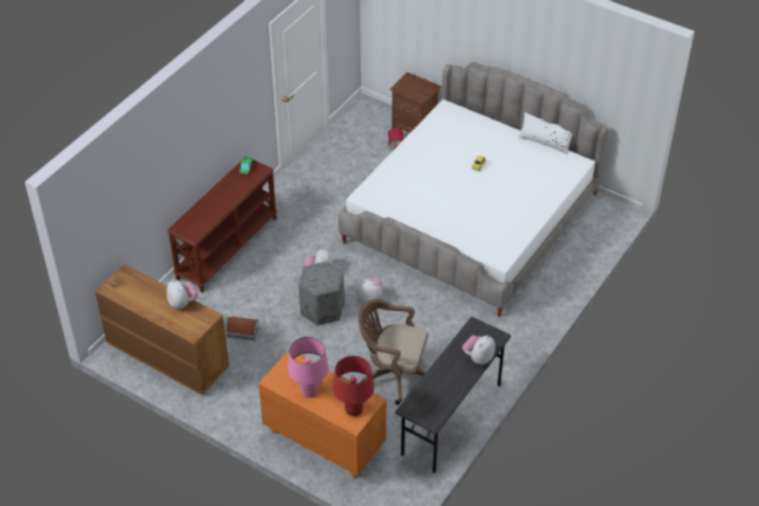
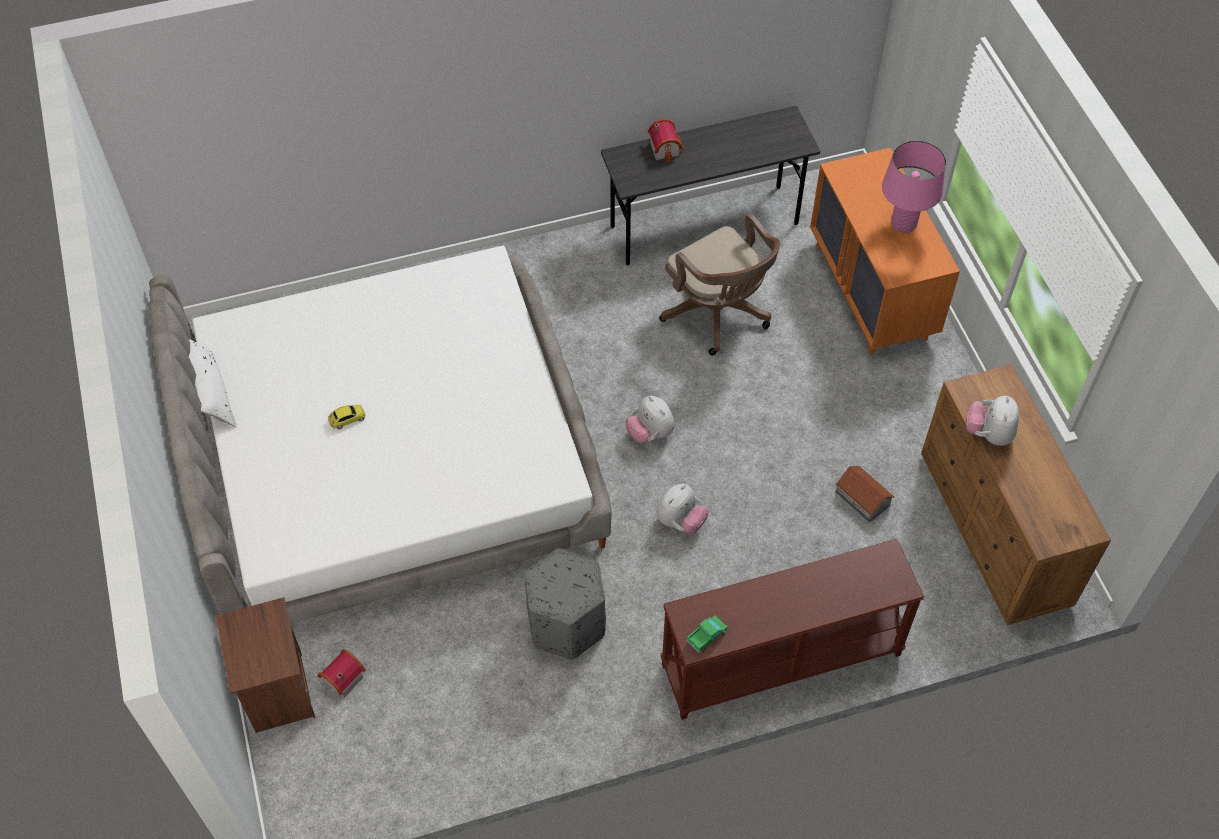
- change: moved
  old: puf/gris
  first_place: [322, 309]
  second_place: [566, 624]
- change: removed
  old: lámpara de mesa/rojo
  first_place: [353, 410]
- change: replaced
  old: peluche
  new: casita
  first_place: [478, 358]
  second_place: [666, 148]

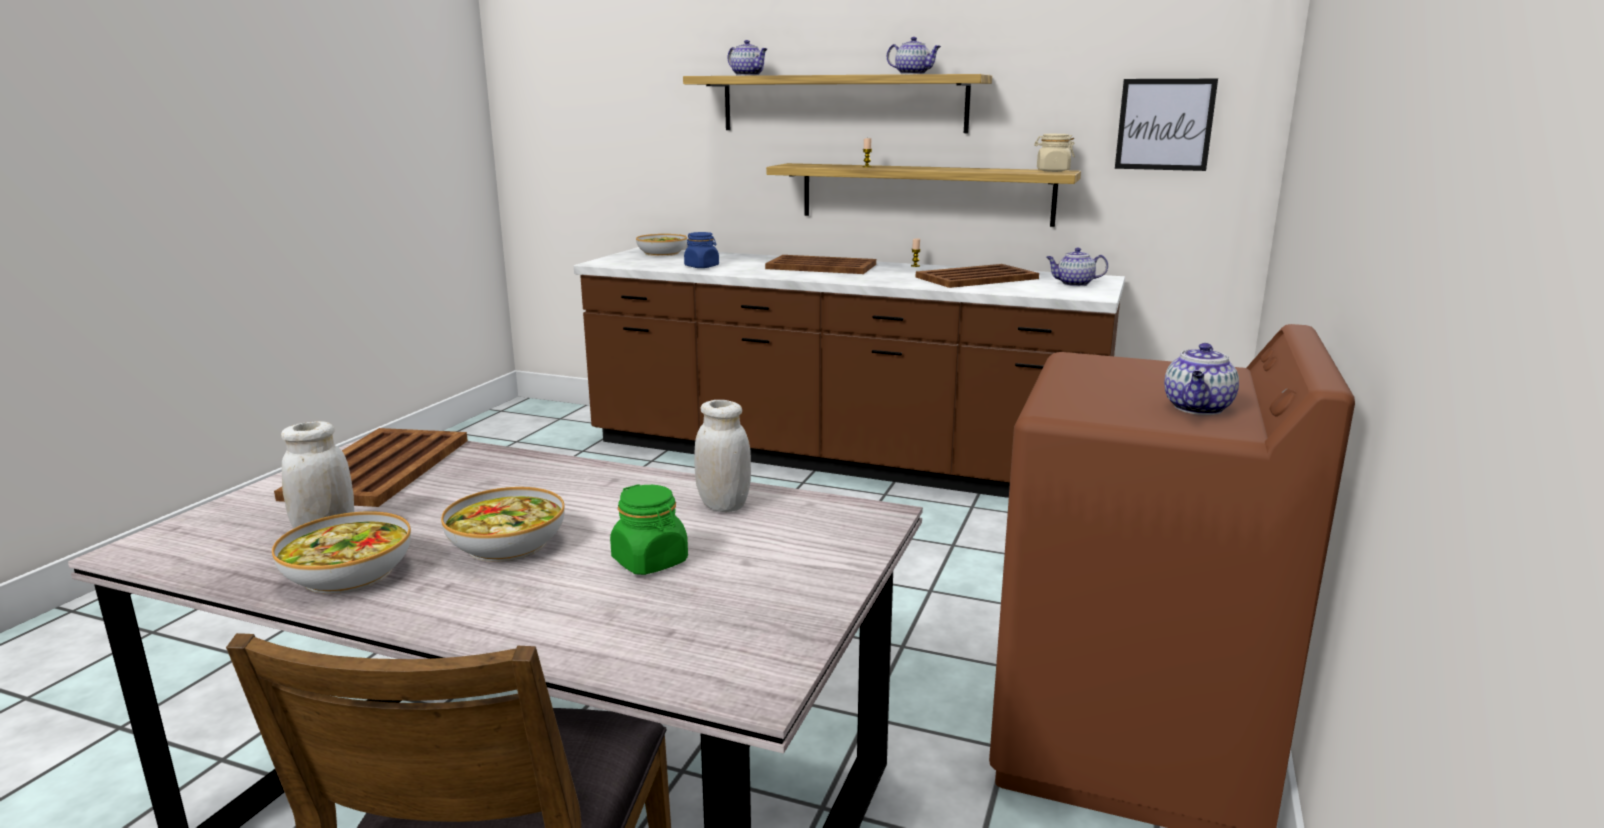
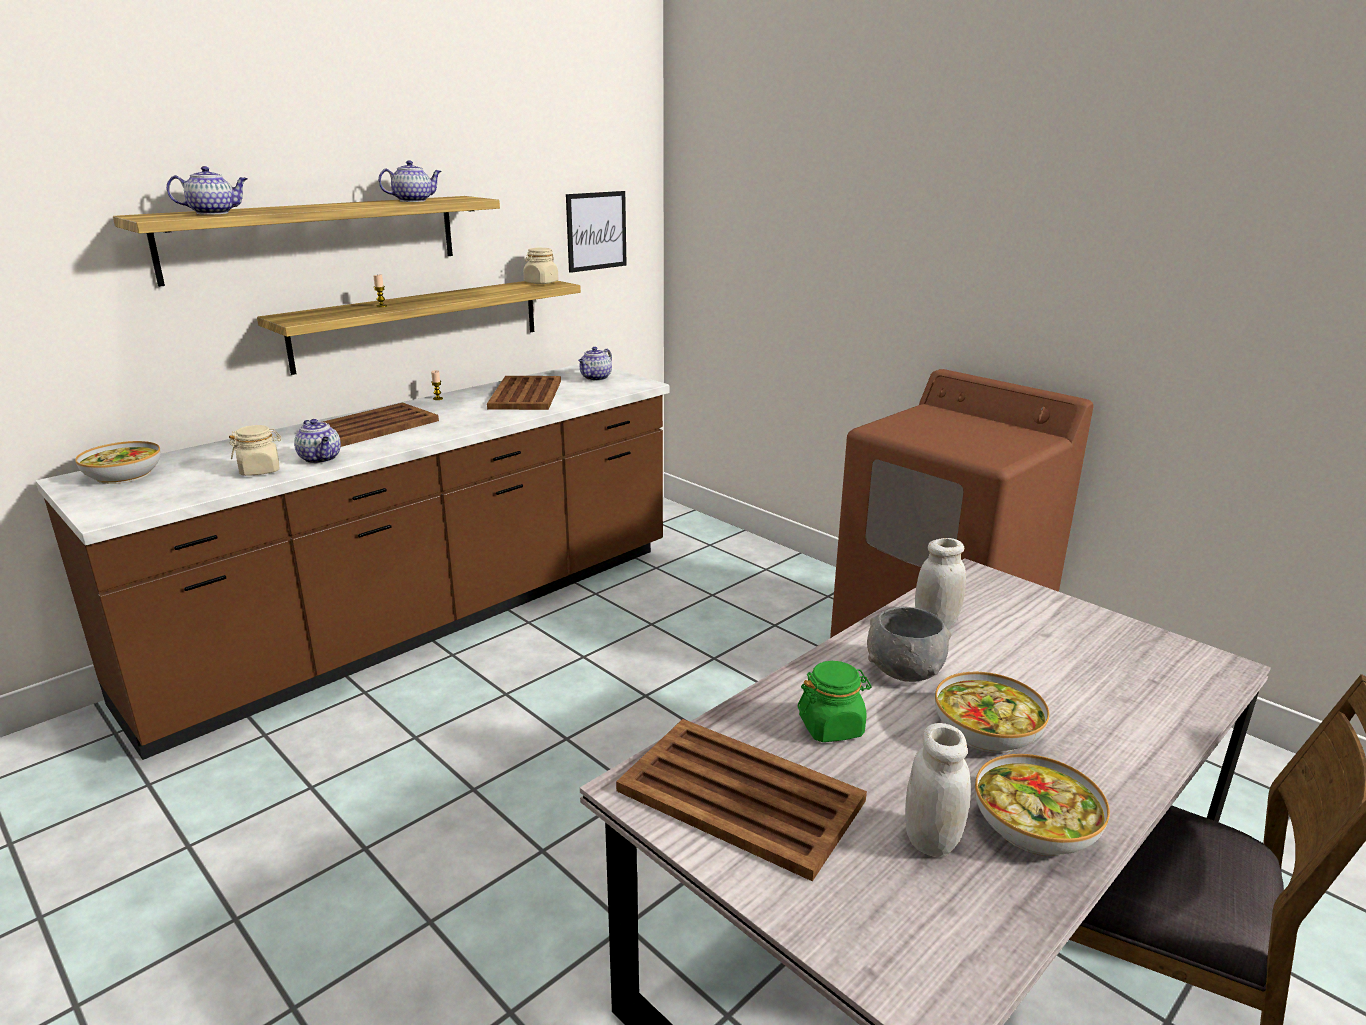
- change: moved
  old: tarro/verde
  first_place: [650, 561]
  second_place: [831, 727]
- change: recoloured
  old: tarro/azul
  new: tarro/beis
  first_place: [702, 266]
  second_place: [260, 470]
- change: moved
  old: tetera
  first_place: [1198, 408]
  second_place: [321, 459]
- change: added
  new: cuenco/gris
  second_place: [903, 670]

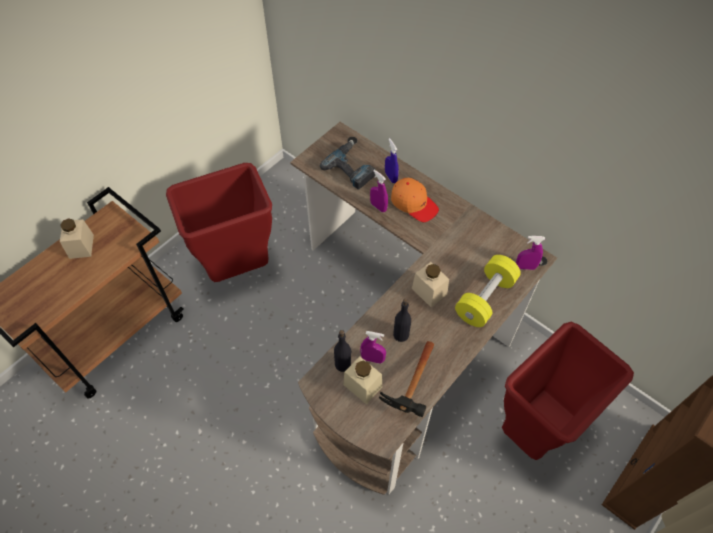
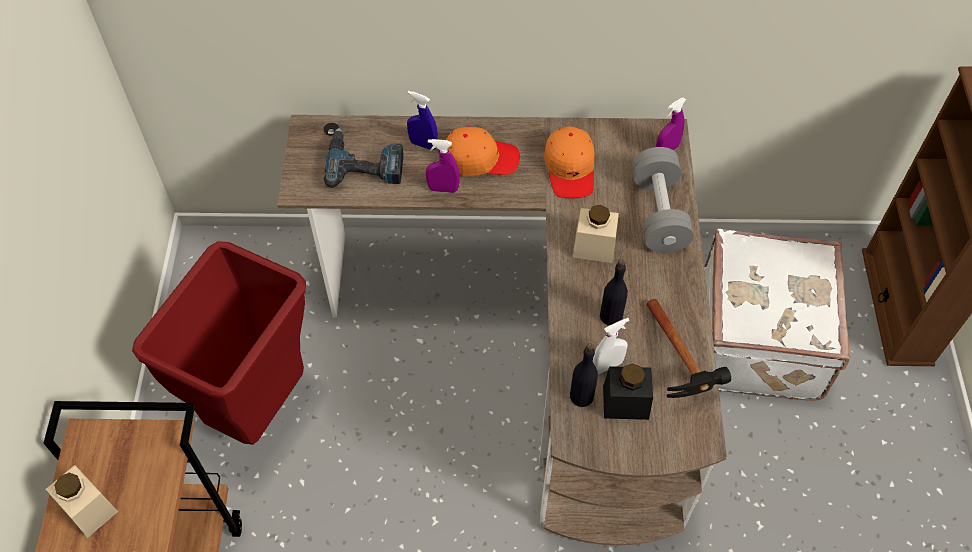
- change: recoloured
  old: tarro/beis
  new: tarro/negro
  first_place: [362, 386]
  second_place: [625, 403]
- change: recoloured
  old: pulverizador/morado
  new: pulverizador/blanco
  first_place: [372, 359]
  second_place: [607, 365]
- change: recoloured
  old: mancuerna/amarillo
  new: mancuerna/gris
  first_place: [485, 298]
  second_place: [658, 213]
- change: replaced
  old: papelera/rojo
  new: maleta/blanco
  first_place: [533, 429]
  second_place: [761, 339]
- change: added
  new: gorra/naranja
  second_place: [570, 169]

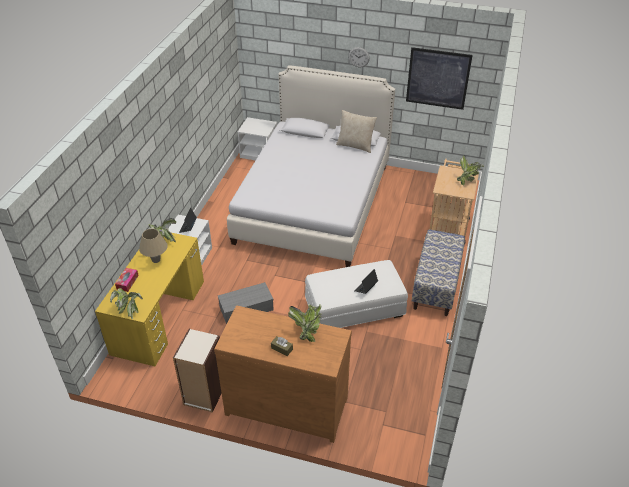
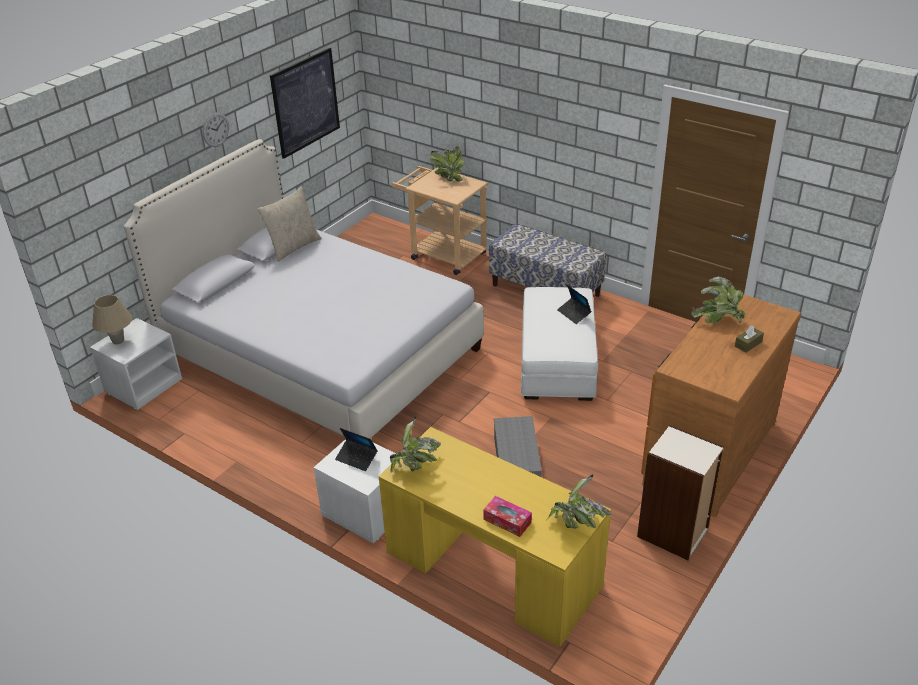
- change: moved
  old: lámpara de mesa/beis
  first_place: [156, 260]
  second_place: [118, 341]

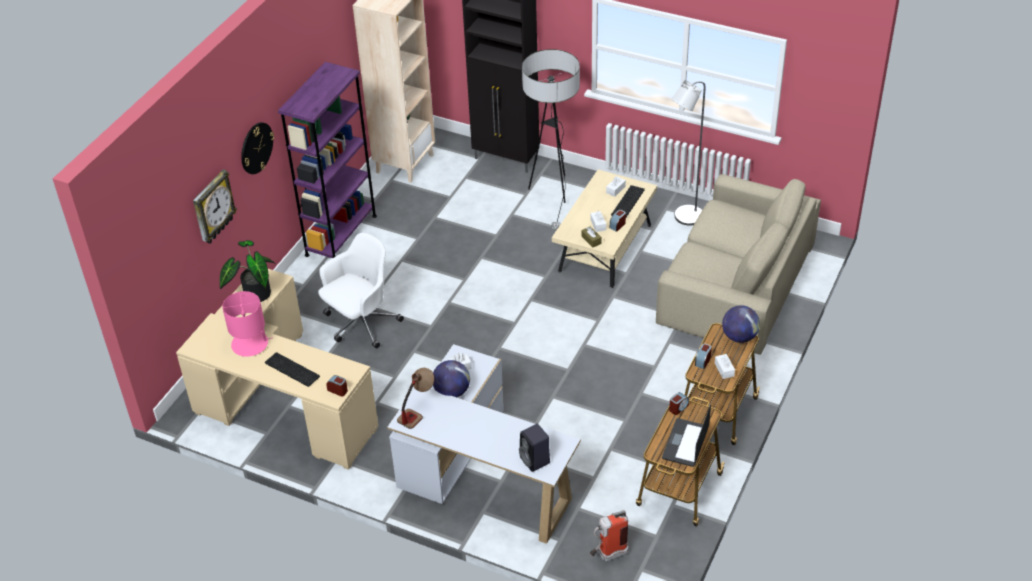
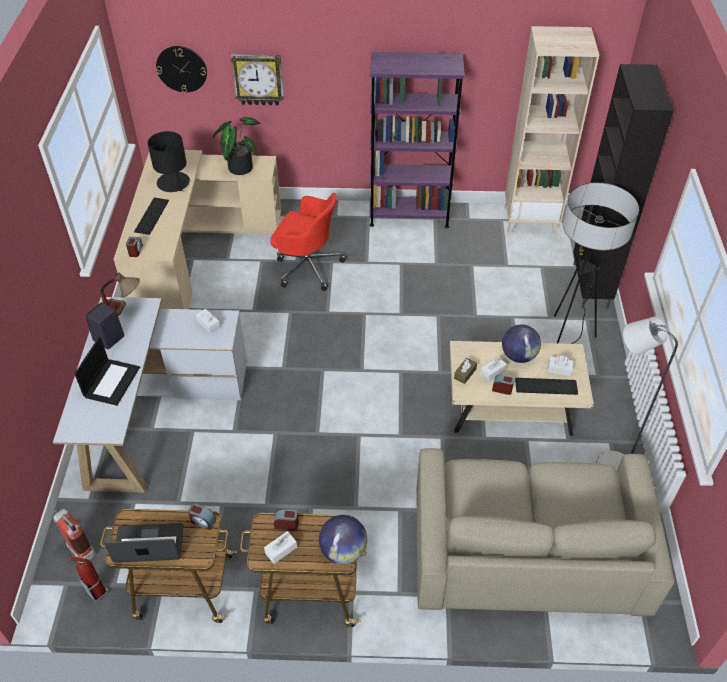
- change: recoloured
  old: lámpara de mesa/rosa
  new: lámpara de mesa/negro
  first_place: [250, 344]
  second_place: [173, 183]
- change: moved
  old: reloj de pared
  first_place: [256, 148]
  second_place: [181, 69]
- change: recoloured
  old: silla de oficina/blanco
  new: silla de oficina/rojo
  first_place: [361, 324]
  second_place: [307, 266]
- change: moved
  old: globo terráqueo
  first_place: [452, 392]
  second_place: [518, 356]
- change: moved
  old: altavoz/negro
  first_place: [535, 461]
  second_place: [108, 339]
- change: added
  new: extintor
  second_place: [97, 592]
- change: added
  new: portátil
  second_place: [111, 381]

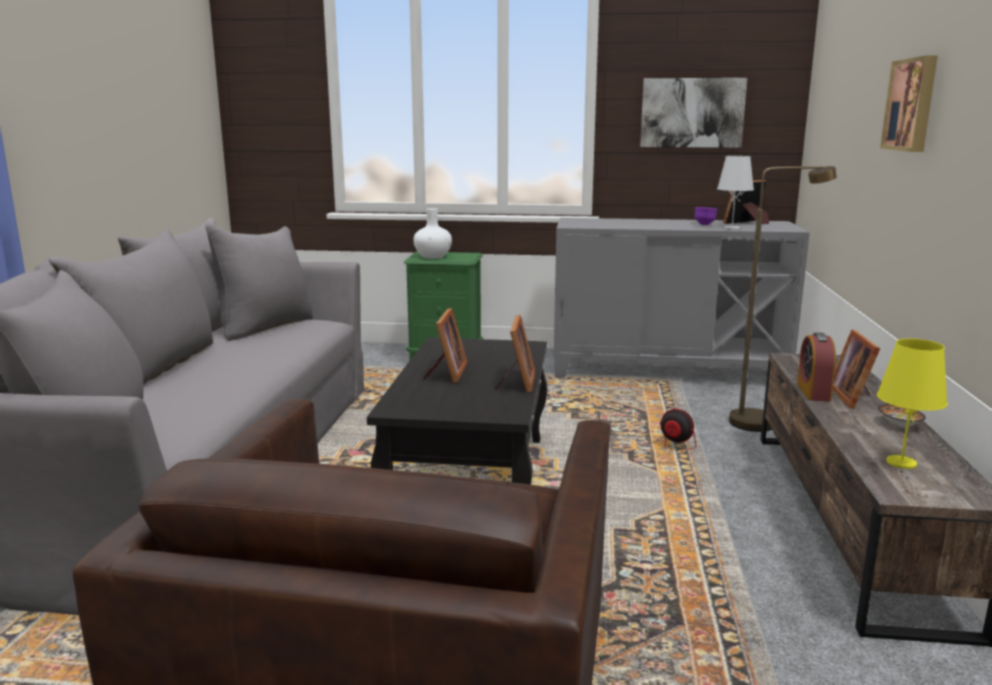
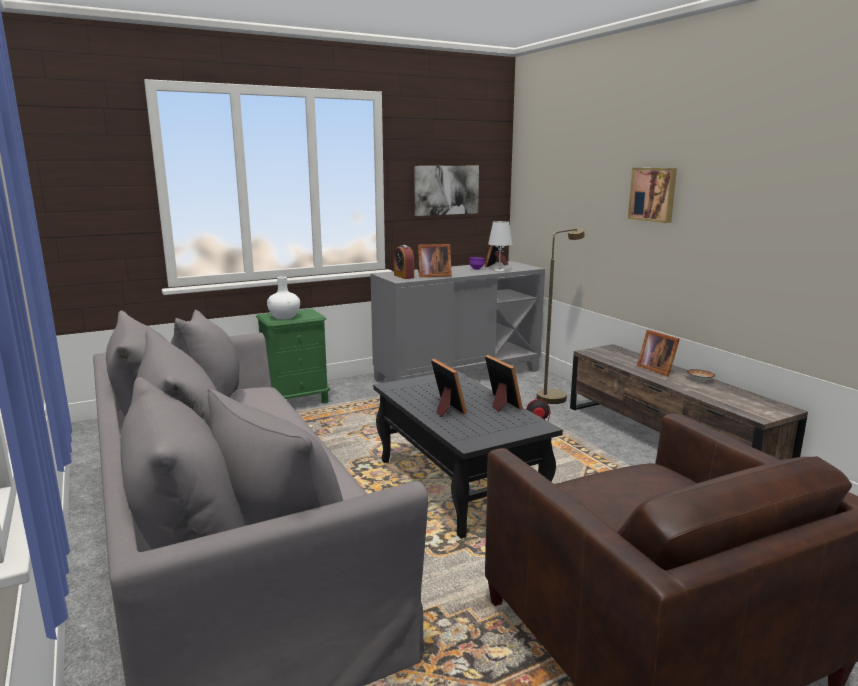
- change: moved
  old: despertador
  first_place: [813, 392]
  second_place: [404, 276]
- change: removed
  old: lámpara de mesa/amarillo
  first_place: [901, 462]
- change: added
  new: portarretratos
  second_place: [432, 276]

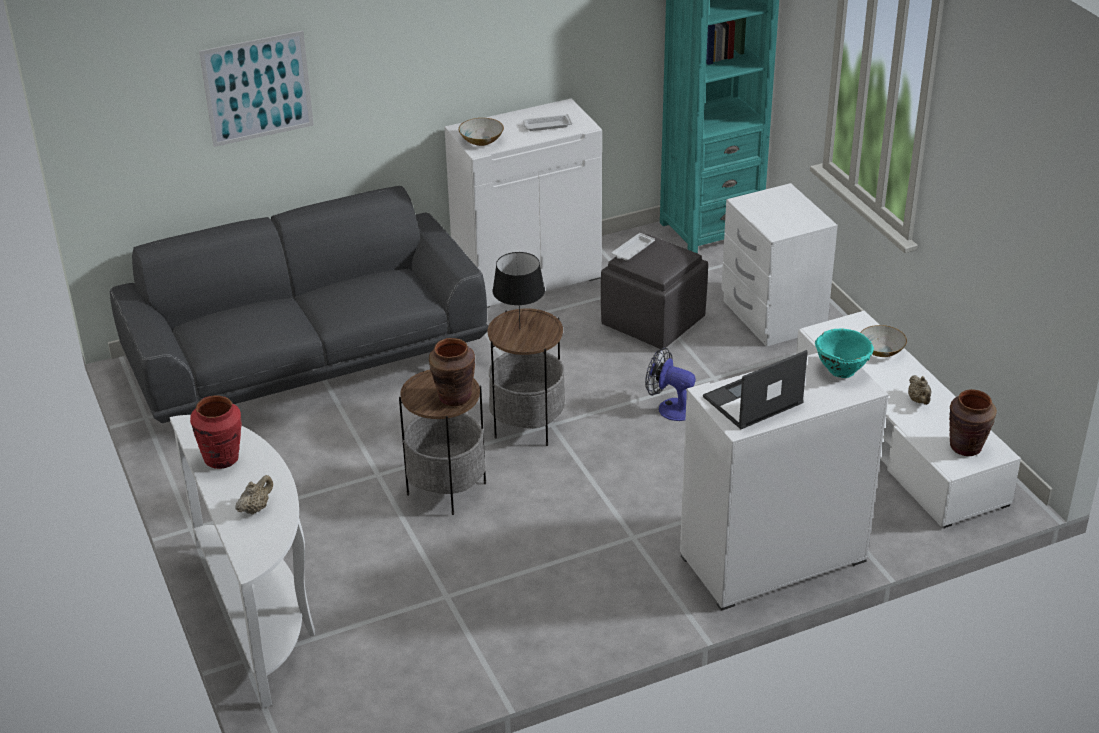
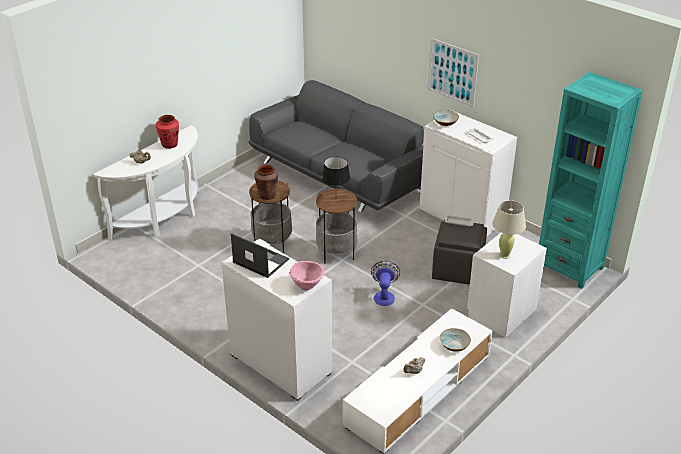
- change: moved
  old: cuadro
  first_place: [257, 88]
  second_place: [452, 72]
- change: recoloured
  old: cuenco/turquesa
  new: cuenco/rosa
  first_place: [841, 369]
  second_place: [307, 285]
- change: removed
  old: florero/marrón
  first_place: [966, 447]
- change: added
  new: lámpara de mesa/beis
  second_place: [504, 255]

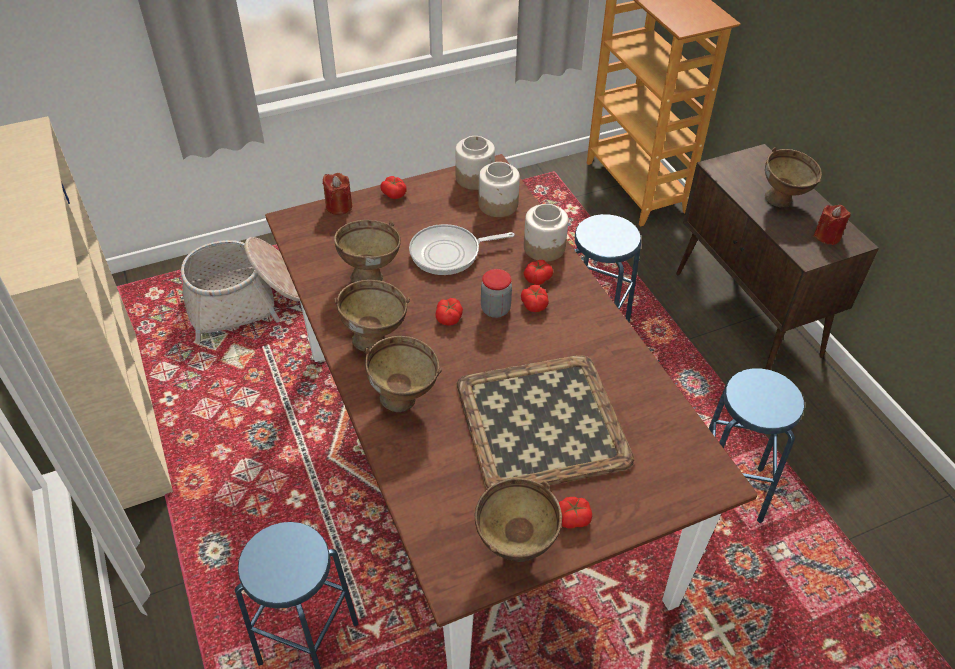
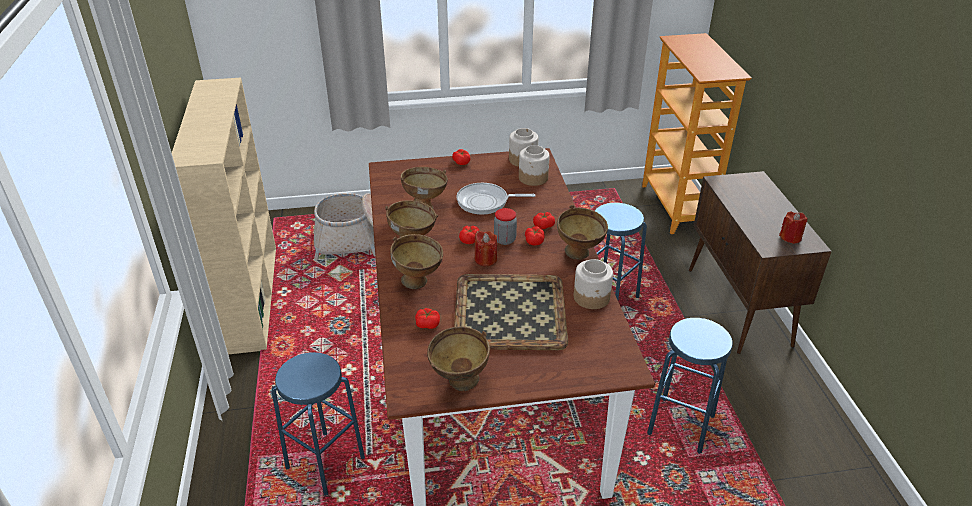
- change: moved
  old: vela/rojo
  first_place: [339, 206]
  second_place: [485, 259]
- change: moved
  old: tarro
  first_place: [544, 248]
  second_place: [592, 297]
- change: moved
  old: tomate
  first_place: [572, 518]
  second_place: [427, 324]
- change: moved
  old: cuenco/marrón
  first_place: [783, 202]
  second_place: [580, 255]

